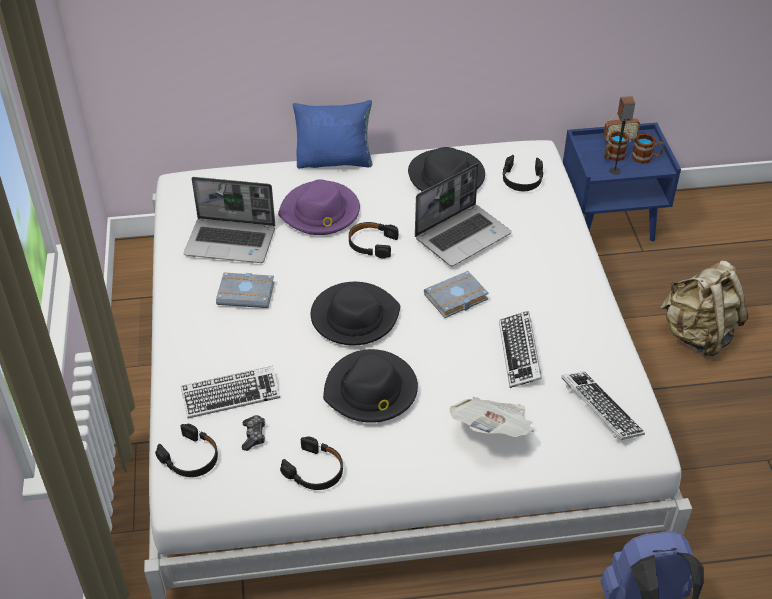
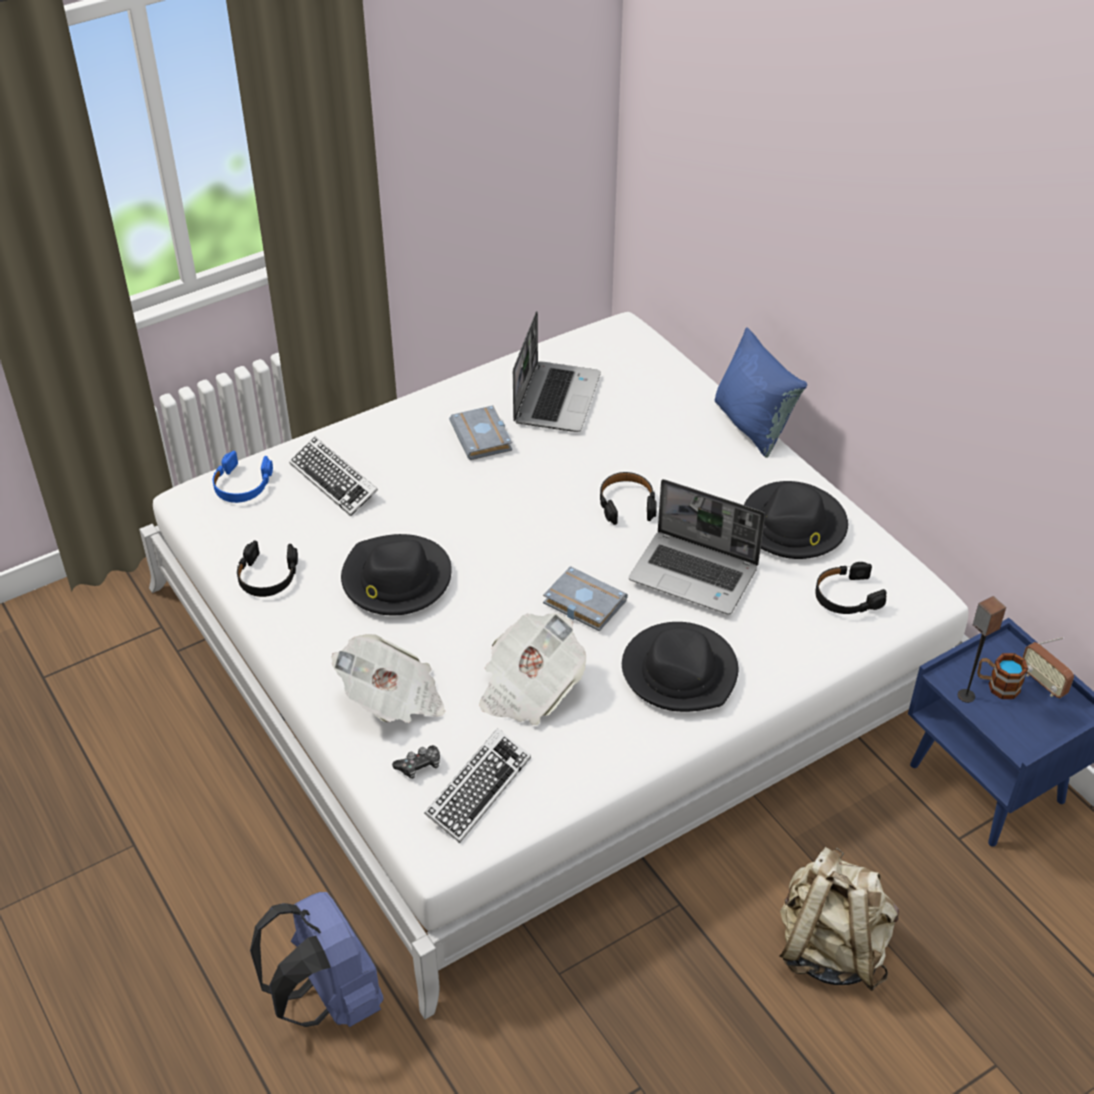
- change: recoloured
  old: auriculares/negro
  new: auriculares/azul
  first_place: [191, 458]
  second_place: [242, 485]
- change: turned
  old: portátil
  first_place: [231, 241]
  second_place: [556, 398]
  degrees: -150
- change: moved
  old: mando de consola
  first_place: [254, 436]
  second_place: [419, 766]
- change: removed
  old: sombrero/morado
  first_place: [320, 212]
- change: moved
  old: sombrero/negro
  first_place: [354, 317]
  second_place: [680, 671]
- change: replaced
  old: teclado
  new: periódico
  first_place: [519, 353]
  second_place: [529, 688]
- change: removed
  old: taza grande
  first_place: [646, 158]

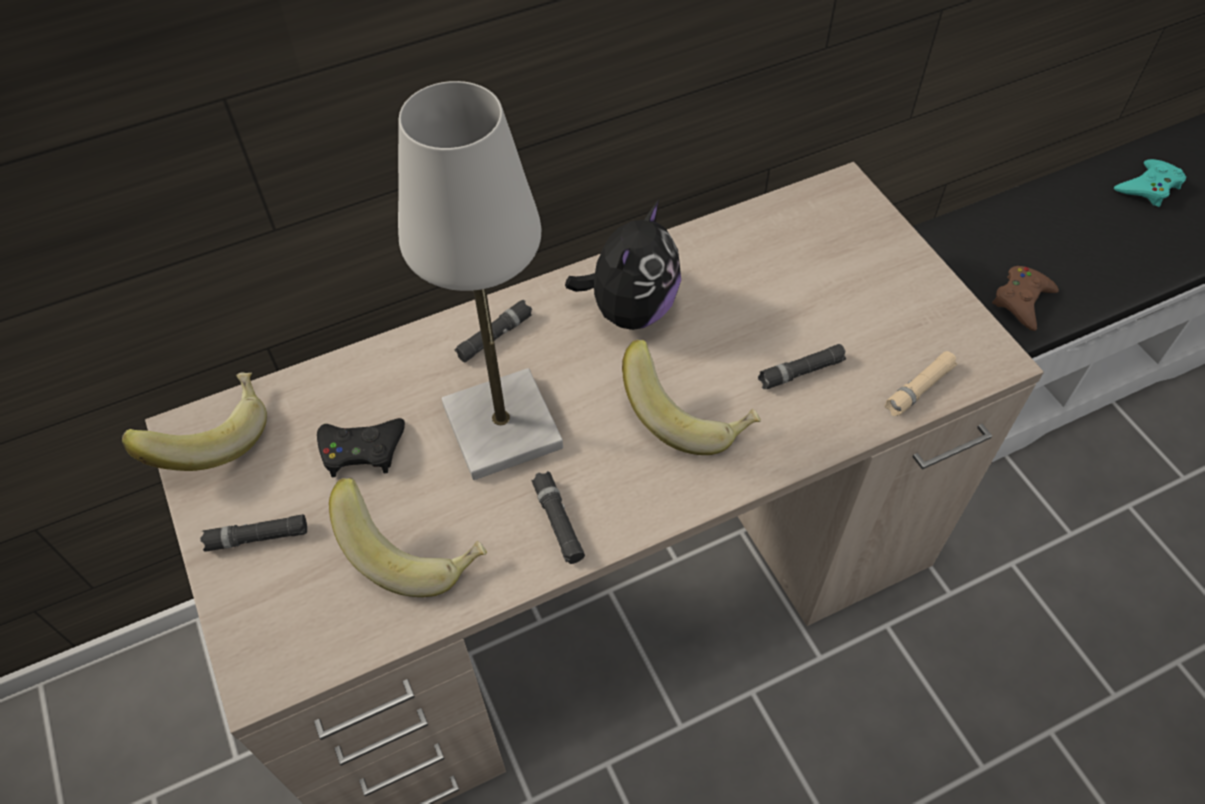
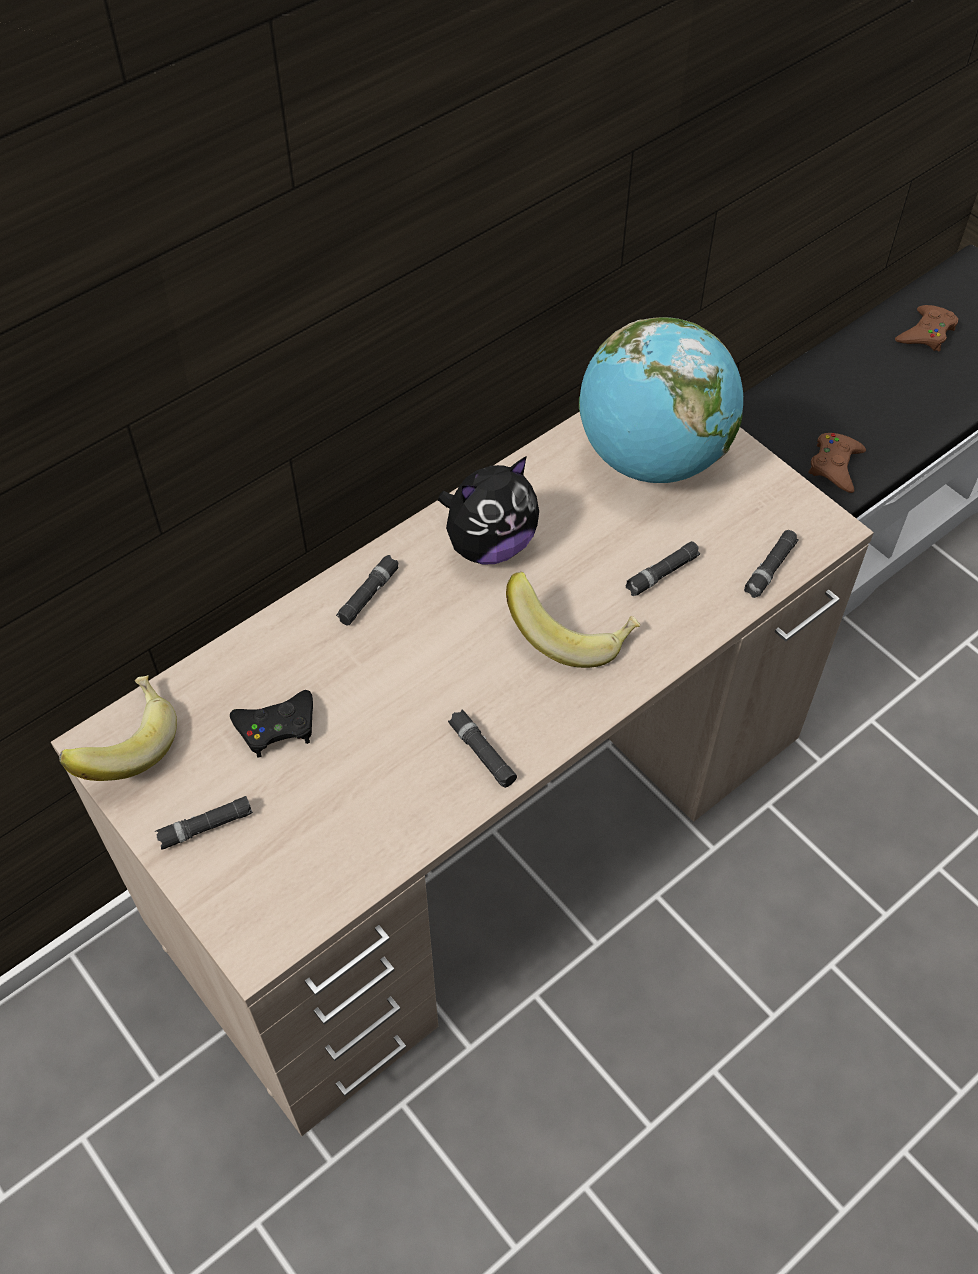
- change: removed
  old: plátano
  first_place: [414, 550]
- change: removed
  old: lámpara de mesa/blanco
  first_place: [503, 427]
- change: turned
  old: peluche
  first_place: [630, 309]
  second_place: [489, 545]
  degrees: 45
- change: recoloured
  old: linterna/beis
  new: linterna/negro
  first_place: [919, 389]
  second_place: [770, 569]
- change: recoloured
  old: mando de consola/turquesa
  new: mando de consola/marrón
  first_place: [1148, 187]
  second_place: [926, 333]
- change: added
  new: globo terráqueo
  second_place: [652, 458]

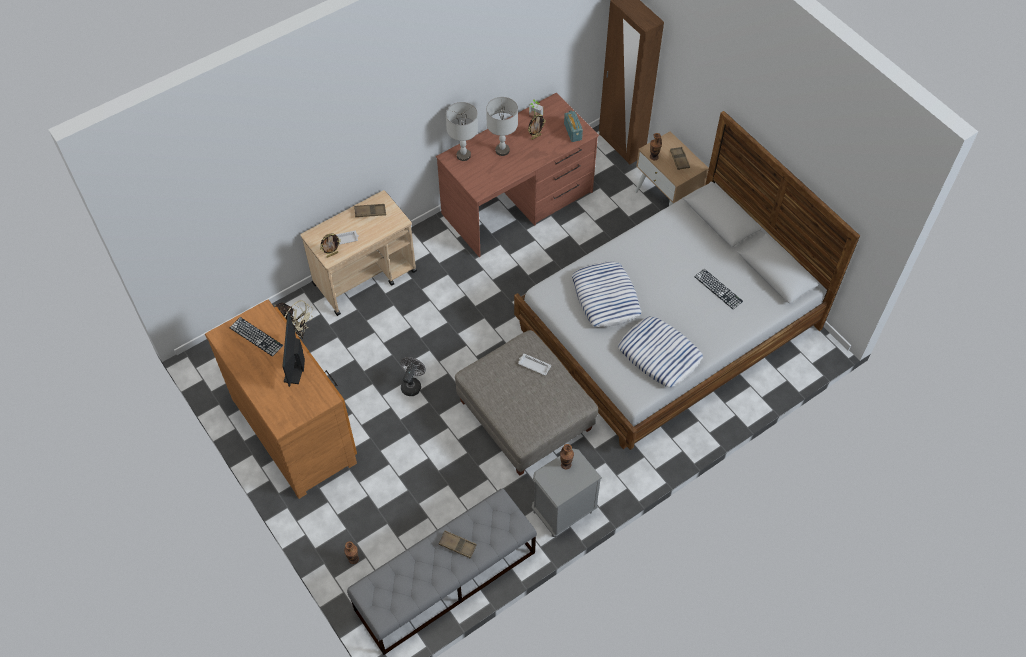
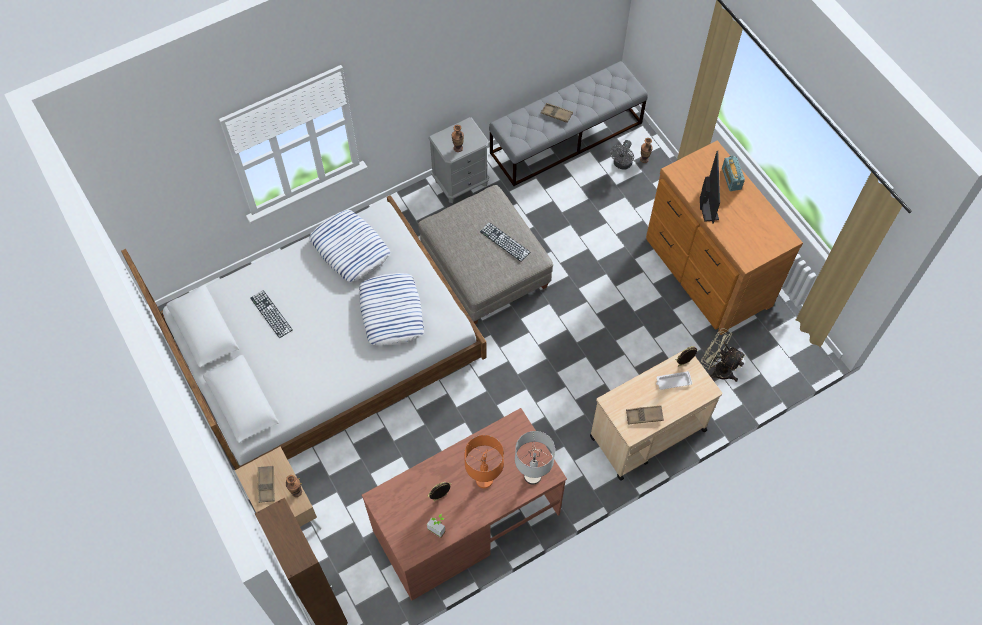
- change: moved
  old: teclado
  first_place: [256, 336]
  second_place: [505, 242]
- change: moved
  old: ventilador/gris
  first_place: [412, 384]
  second_place: [621, 164]
- change: recoloured
  old: lámpara de mesa/gris
  new: lámpara de mesa/naranja
  first_place: [502, 150]
  second_place: [484, 480]
- change: removed
  old: bandeja/blanco
  first_place: [533, 365]
- change: moved
  old: radio
  first_place: [573, 132]
  second_place: [731, 178]

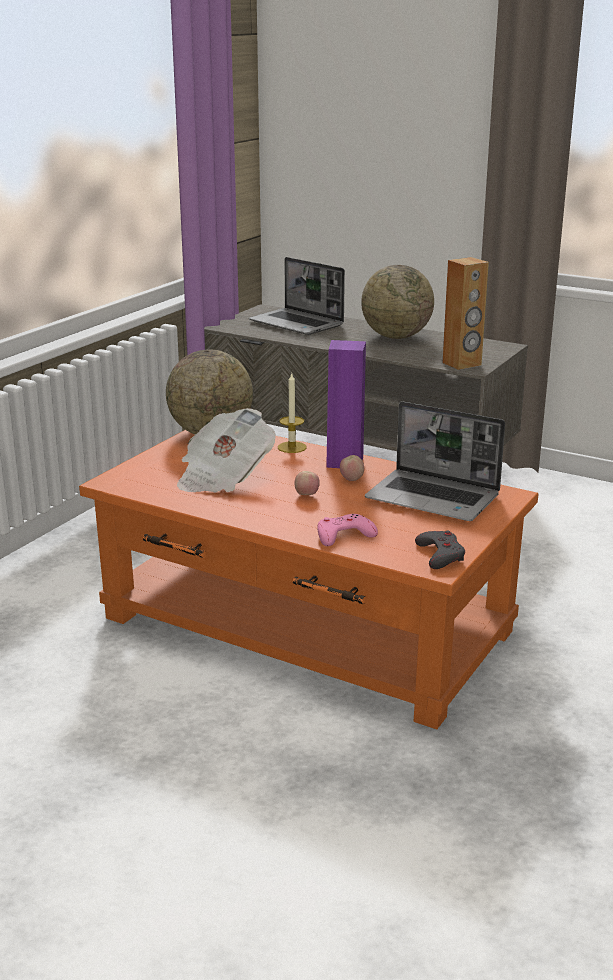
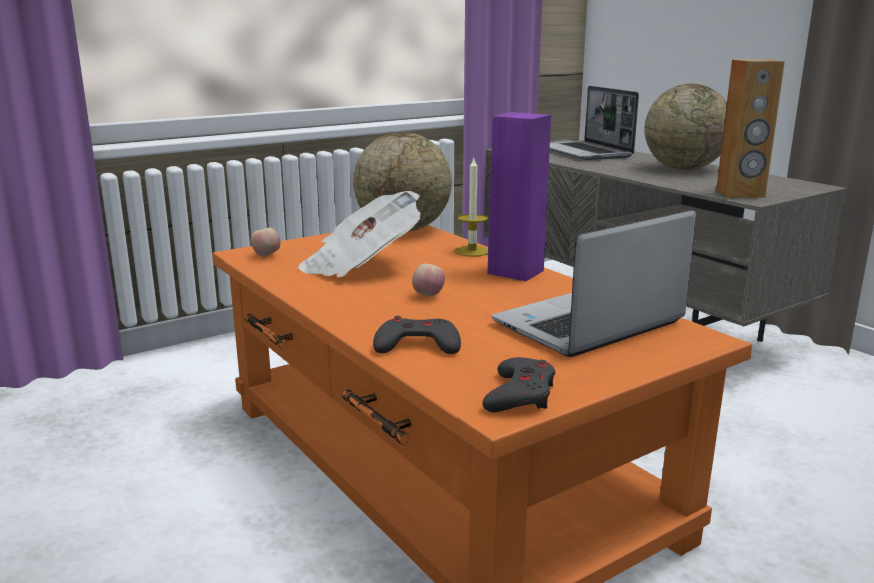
- change: recoloured
  old: mando de consola/rosa
  new: mando de consola/gris
  first_place: [344, 535]
  second_place: [417, 345]
- change: moved
  old: manzana
  first_place: [351, 479]
  second_place: [267, 256]
- change: turned
  old: portátil
  first_place: [434, 498]
  second_place: [588, 324]
  degrees: 90

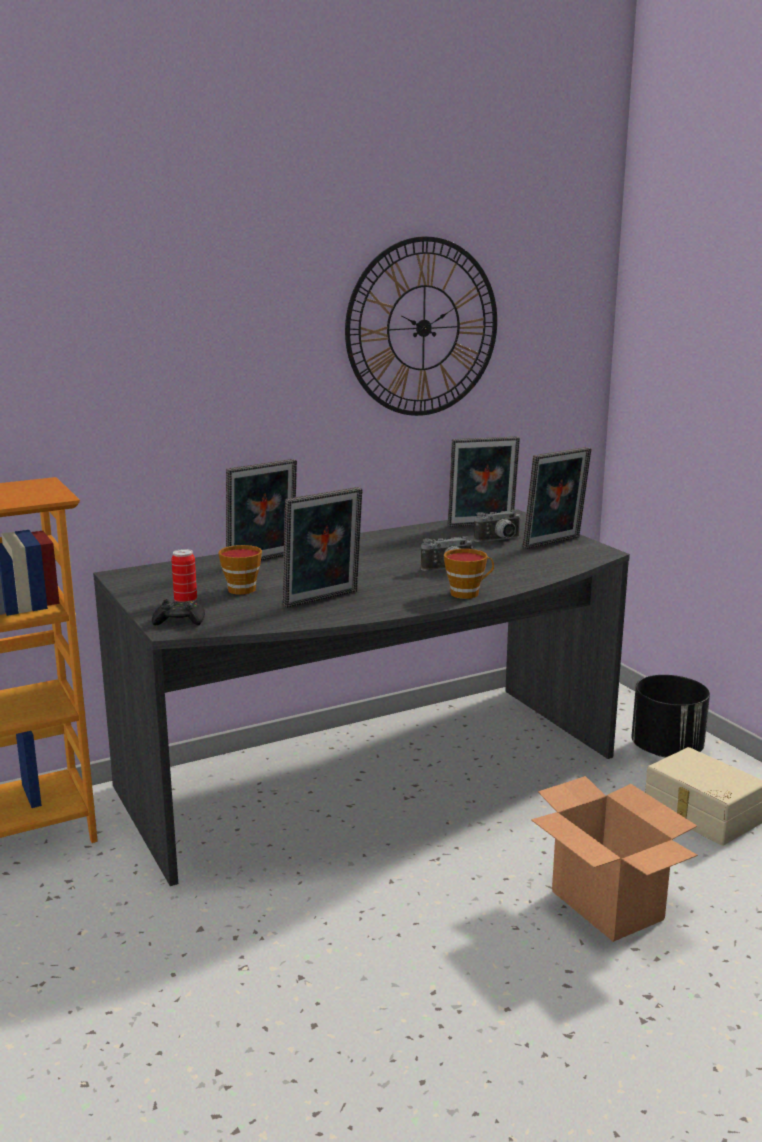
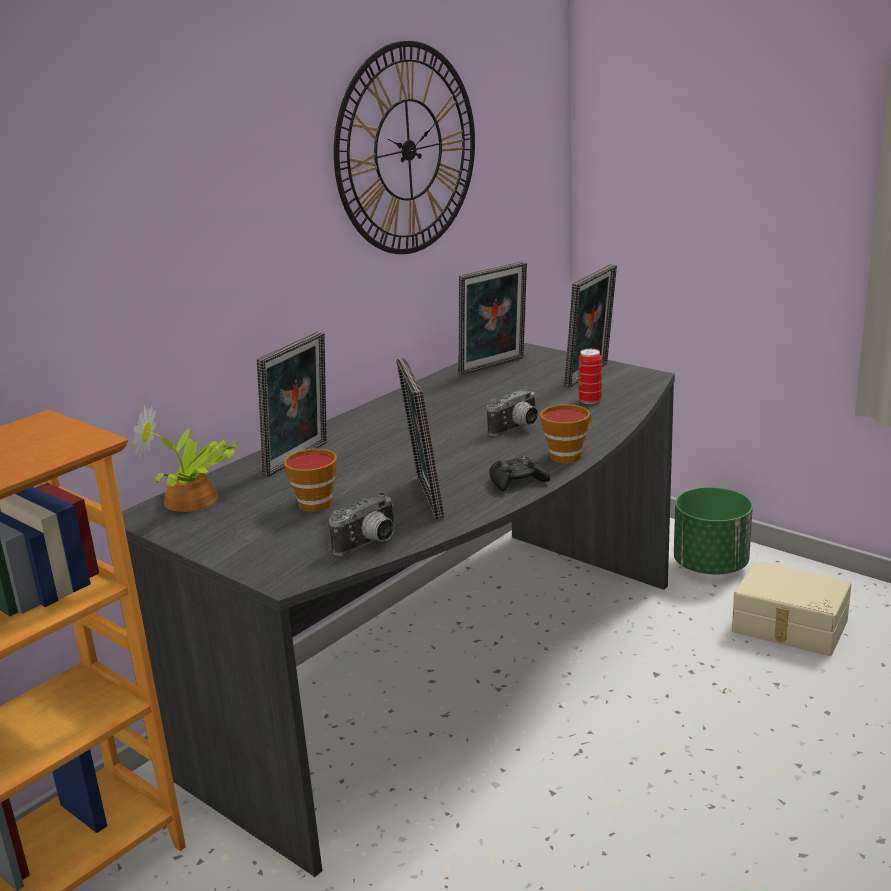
- change: moved
  old: mando de consola/negro
  first_place: [180, 621]
  second_place: [517, 481]
- change: moved
  old: lata
  first_place: [185, 601]
  second_place: [590, 401]
- change: turned
  old: portarretratos
  first_place: [323, 600]
  second_place: [423, 498]
  degrees: 135
- change: moved
  old: cámara
  first_place: [499, 540]
  second_place: [370, 544]
- change: removed
  old: caja de cartón
  first_place: [608, 906]
- change: recoloured
  old: maceta/negro
  new: maceta/verde
  first_place: [666, 750]
  second_place: [710, 565]
- change: added
  new: planta en maceta
  second_place: [193, 500]

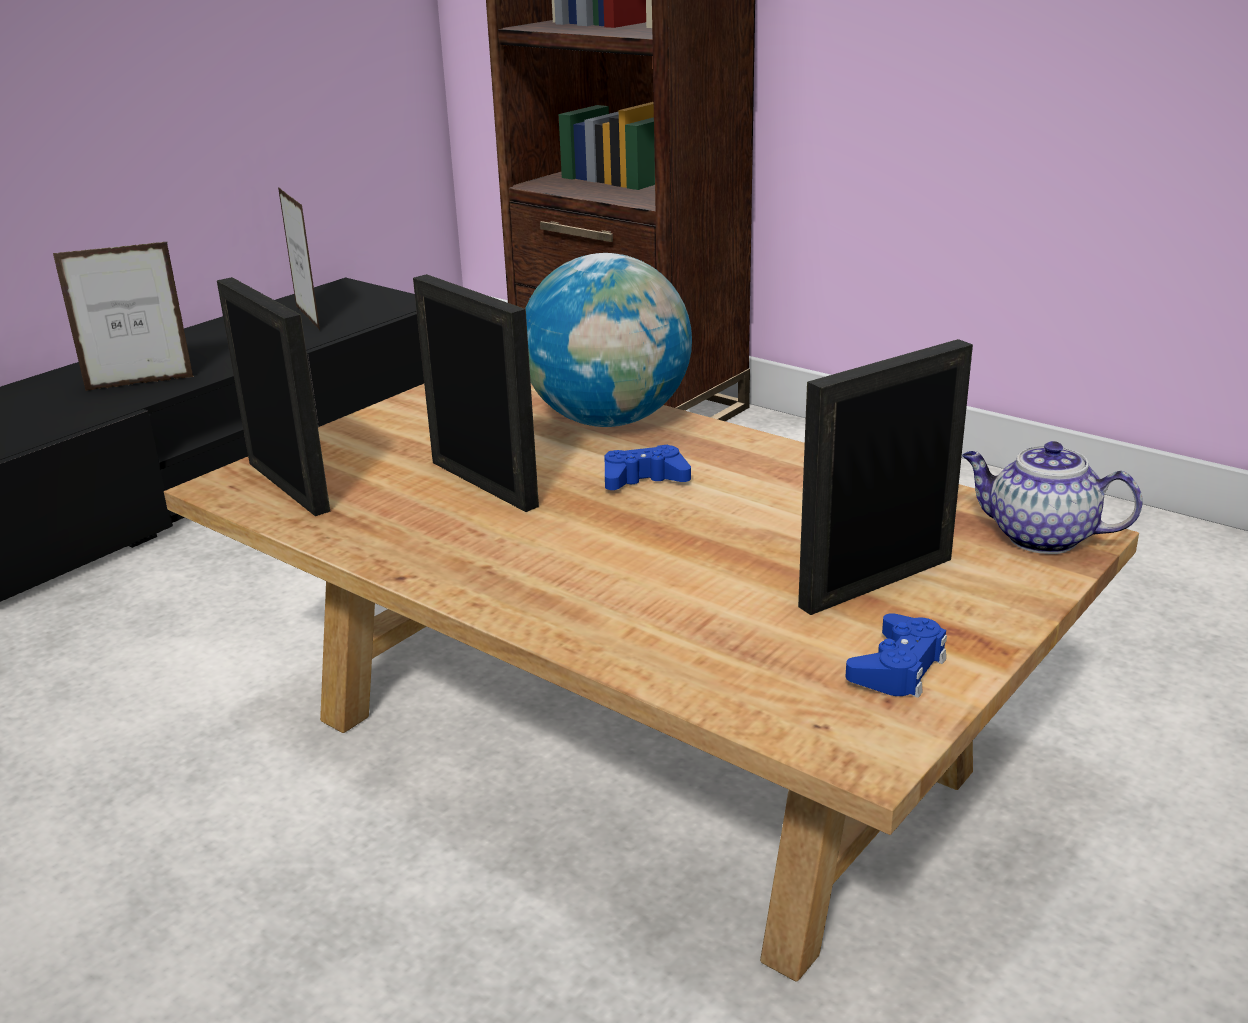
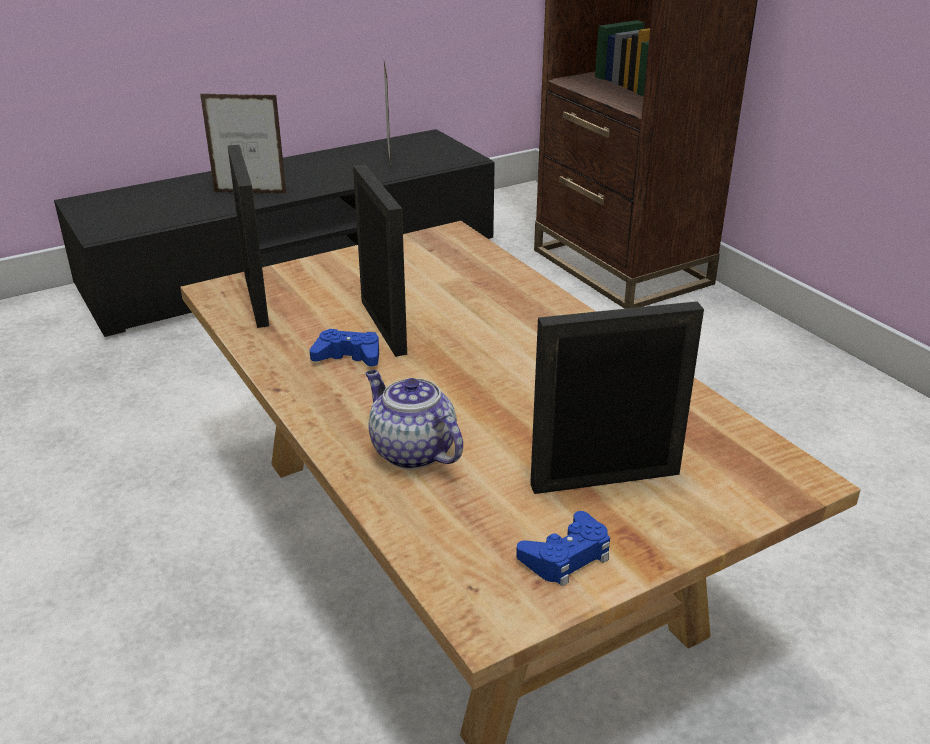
- change: removed
  old: globo terráqueo
  first_place: [609, 420]
- change: moved
  old: mando de consola/azul
  first_place: [644, 479]
  second_place: [348, 356]
- change: moved
  old: tetera
  first_place: [1039, 537]
  second_place: [411, 451]

